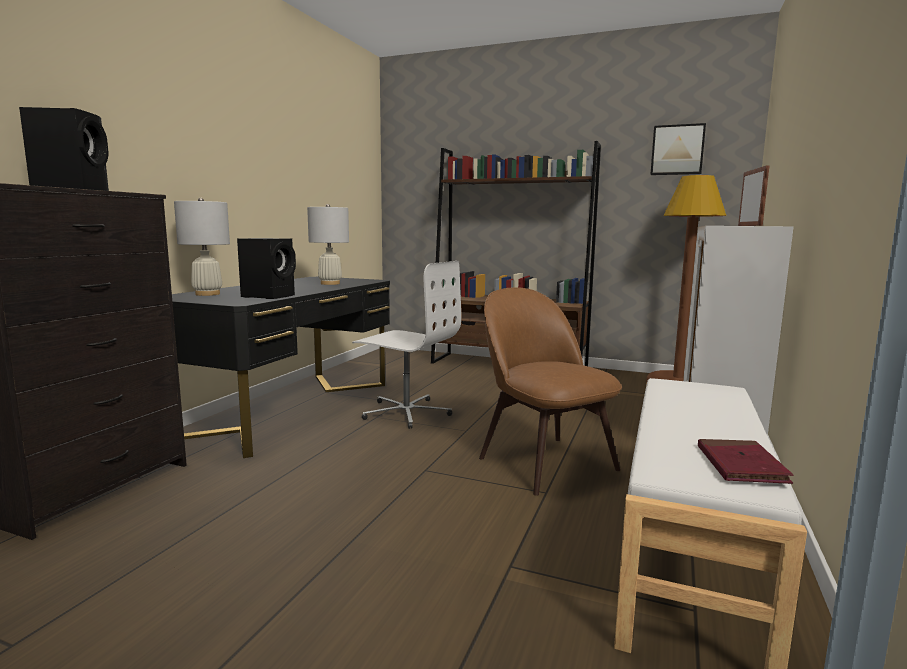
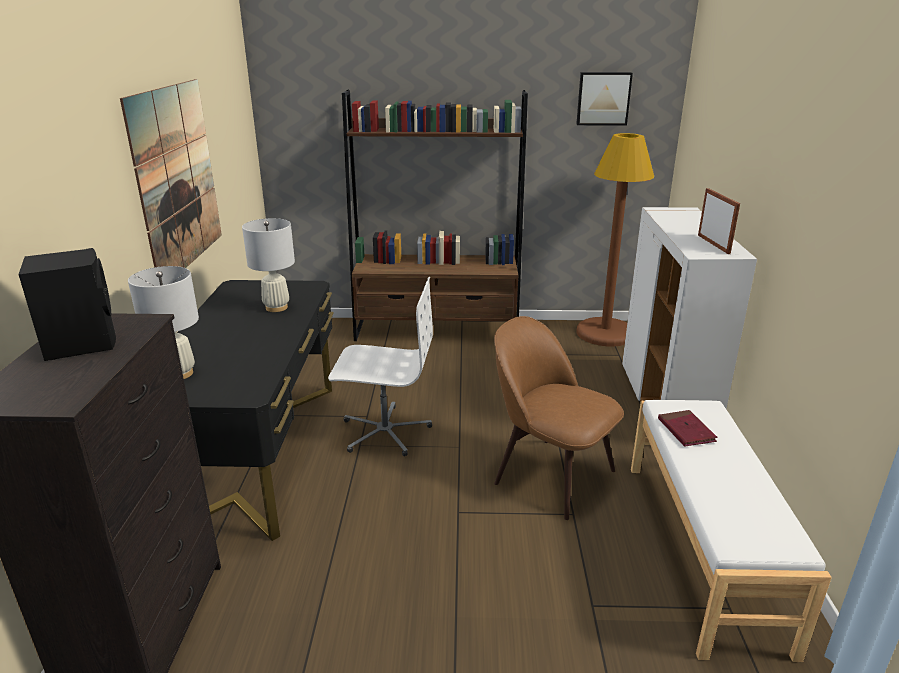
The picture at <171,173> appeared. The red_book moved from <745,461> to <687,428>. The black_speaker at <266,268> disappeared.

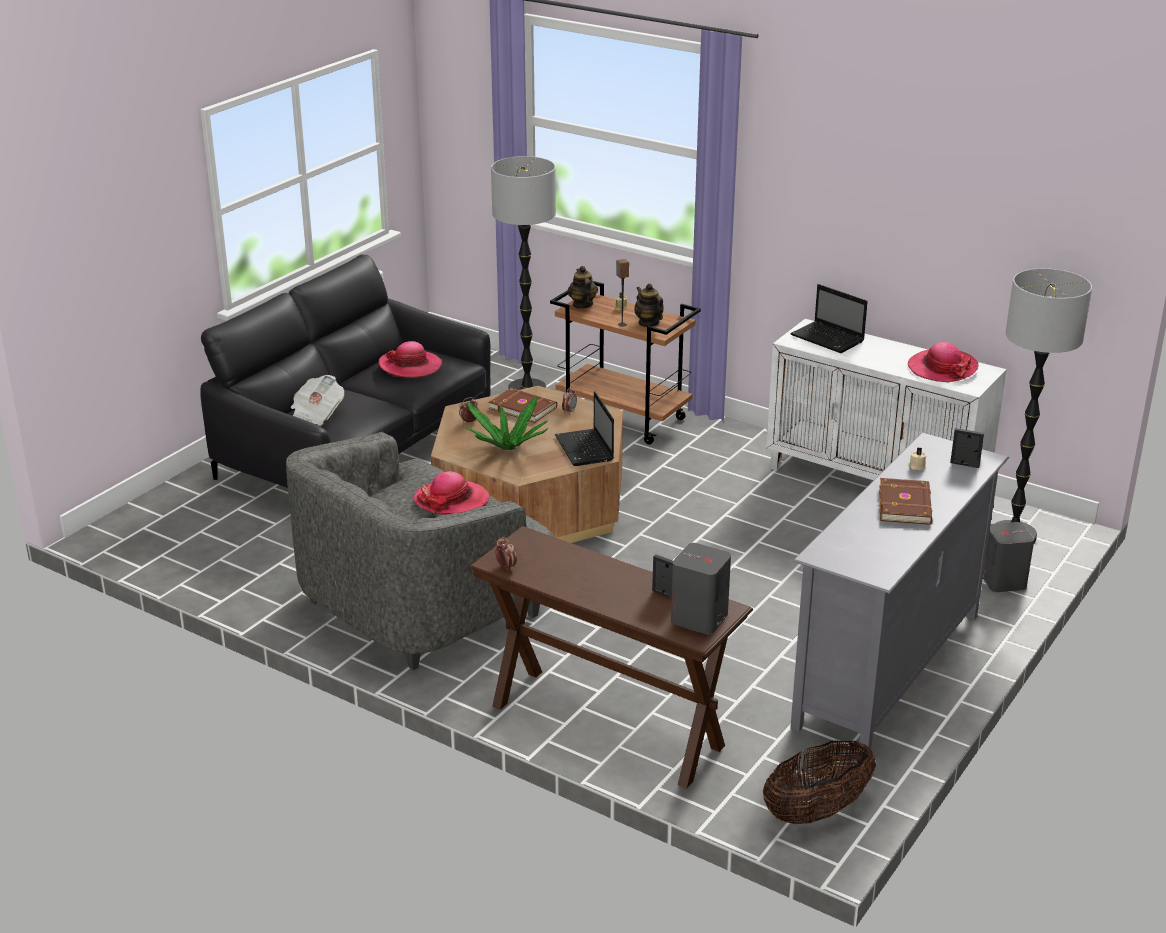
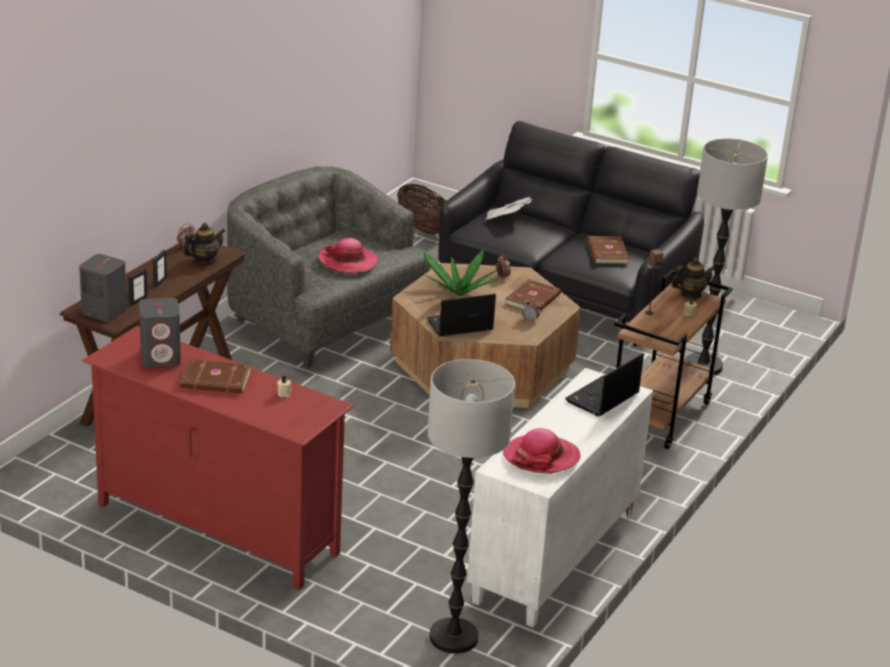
The grey_tv_stand at <899,592> became the red_tv_stand at <218,458>. The grey_speaker moved from <1008,557> to <160,332>. The picture_frame moved from <967,448> to <160,269>. The teapot moved from <649,305> to <204,244>. The basket moved from <819,782> to <421,209>. The hat at <410,359> was replaced by the brown_book at <608,250>.

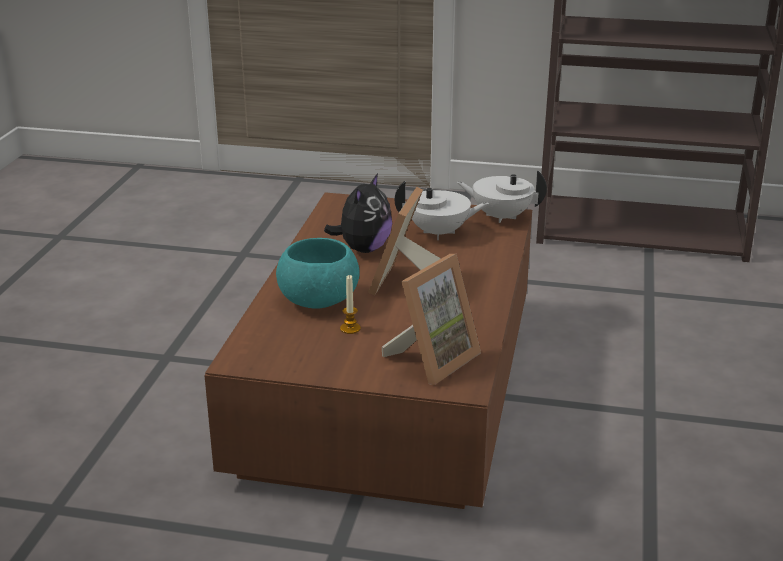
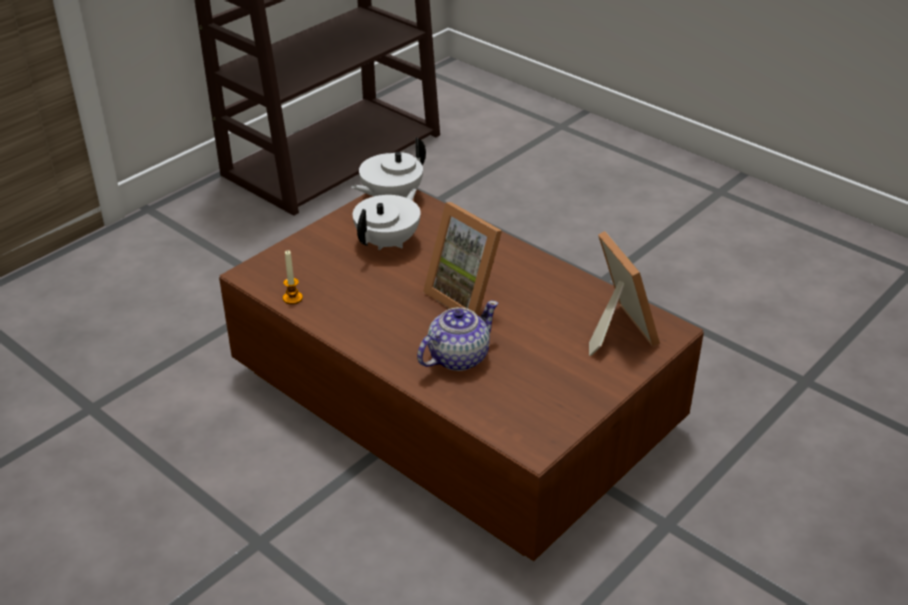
The candle moved from <350,304> to <293,277>. The turquoise_bowl at <317,273> was replaced by the teapot at <457,336>. The plush_toy at <358,213> disappeared.

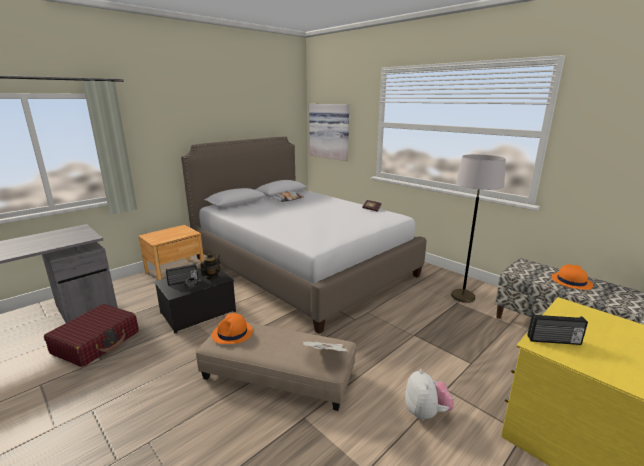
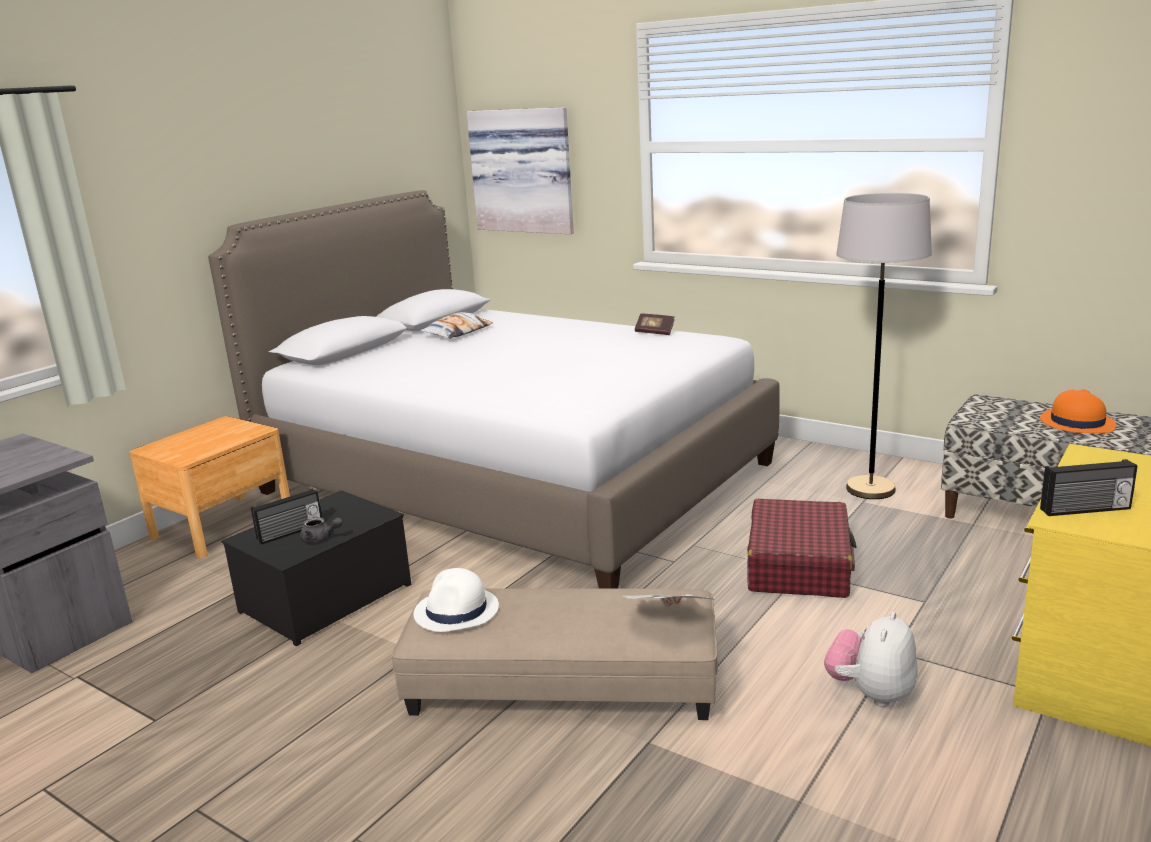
The orange_hat at <232,328> became the white_hat at <456,600>. The red_suitcase moved from <91,335> to <802,548>. The plush_toy at <429,394> turned 135 degrees counterclockwise. The teapot at <210,266> disappeared.

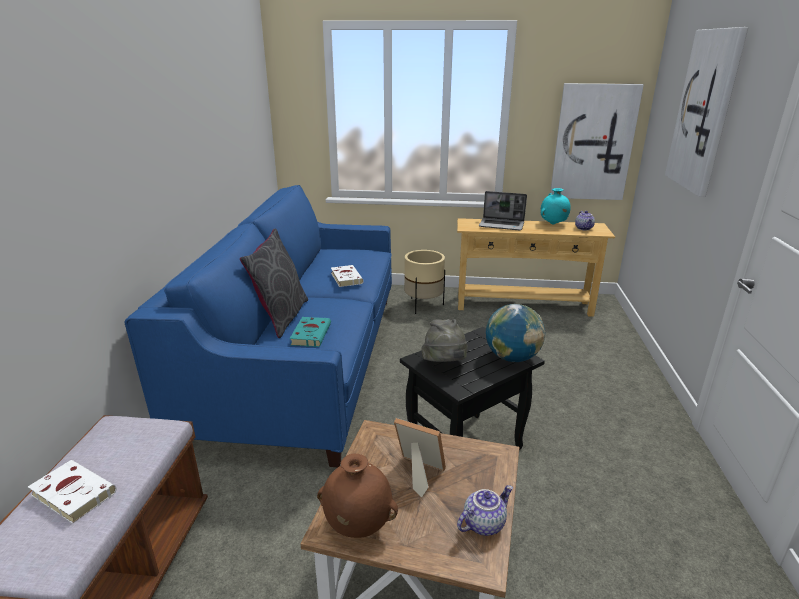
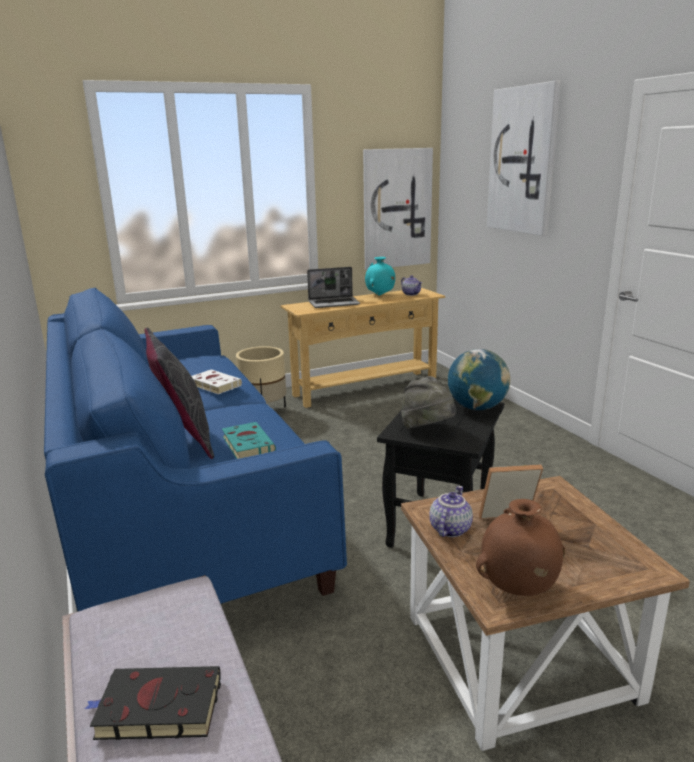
The white_book at <72,492> became the black_book at <153,703>. The teapot moved from <485,510> to <451,511>.

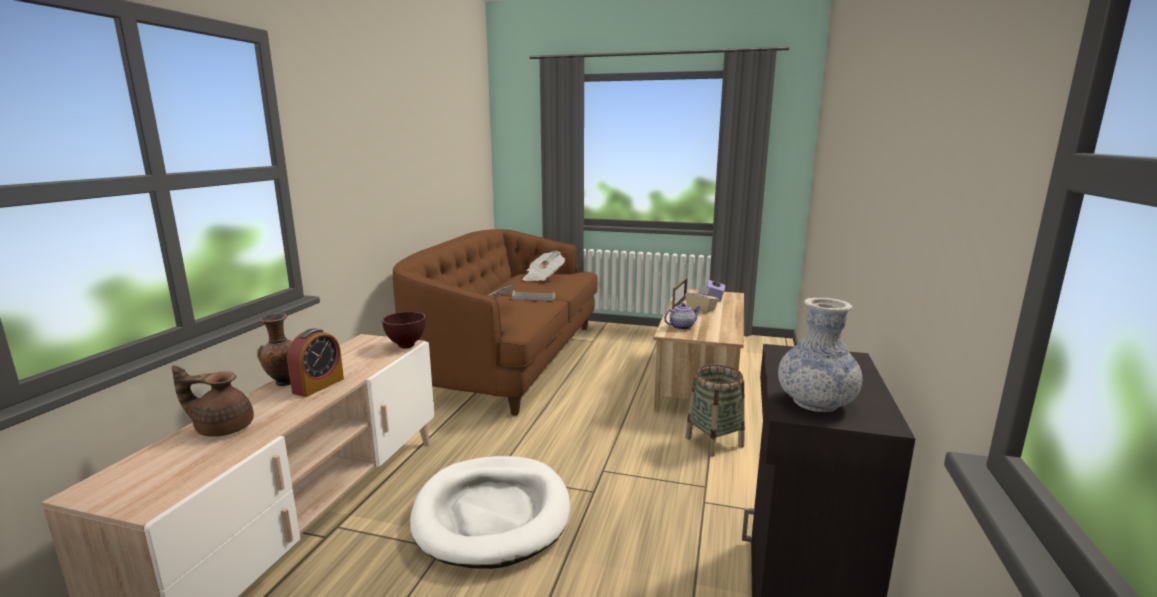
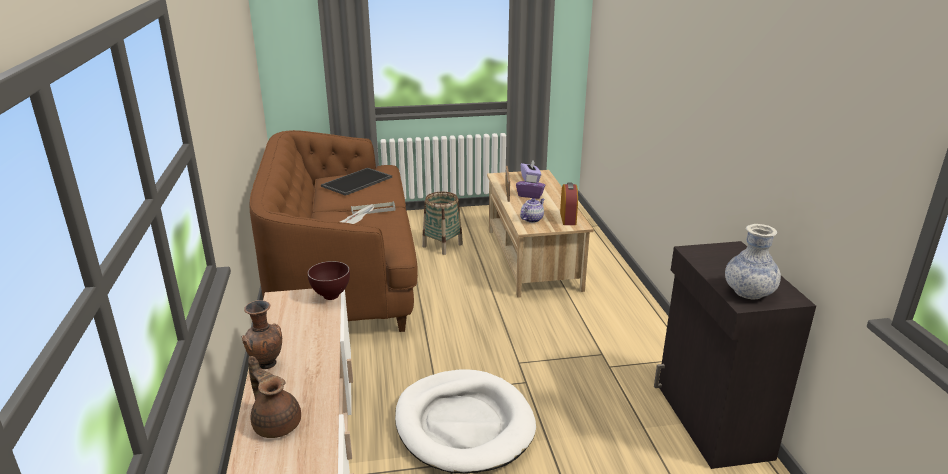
The brown_teapot at <212,401> turned 75 degrees clockwise. The newspaper at <544,266> was replaced by the tray at <356,182>. The basket moved from <715,411> to <442,223>. The beige_tissue_box at <702,299> became the purple_tissue_box at <530,186>. The alarm_clock moved from <315,362> to <569,204>.

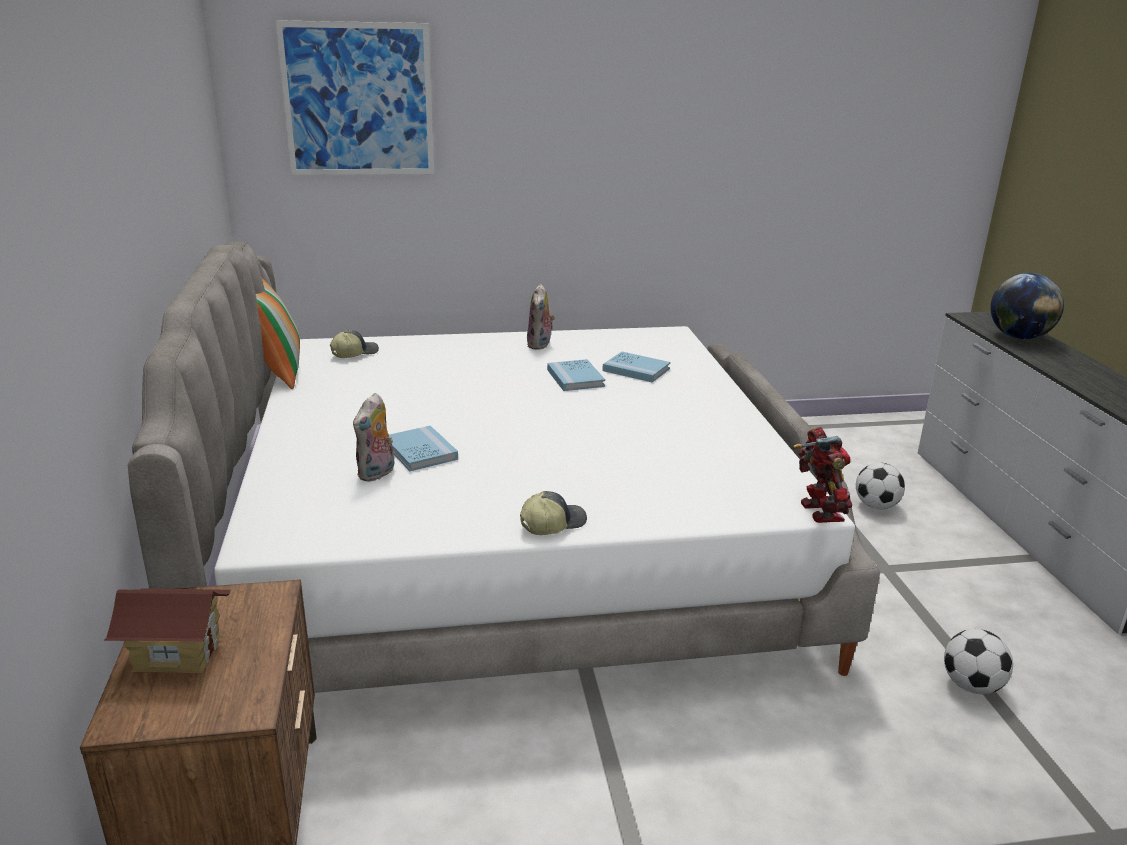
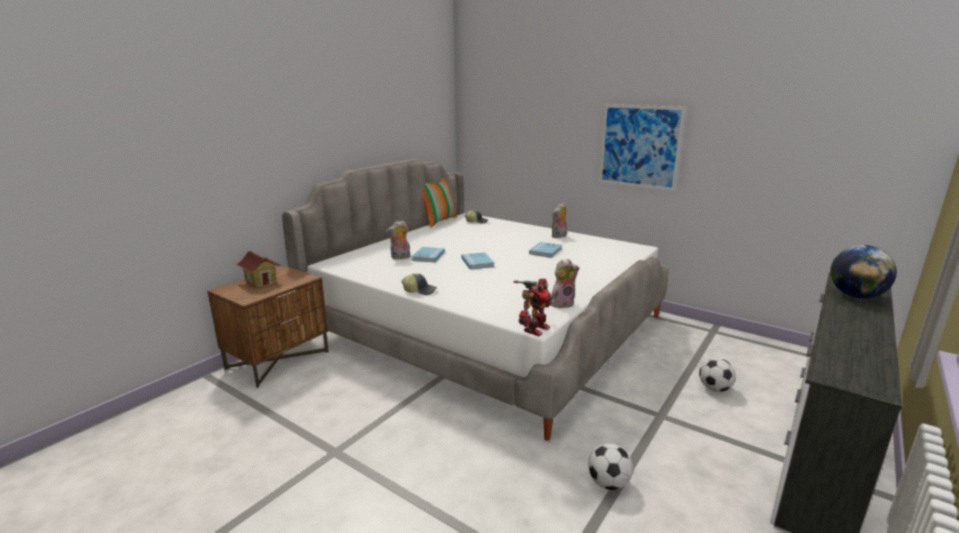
The blue_book moved from <636,366> to <478,260>. The plush_toy at <565,283> appeared. The picture moved from <354,97> to <642,147>.

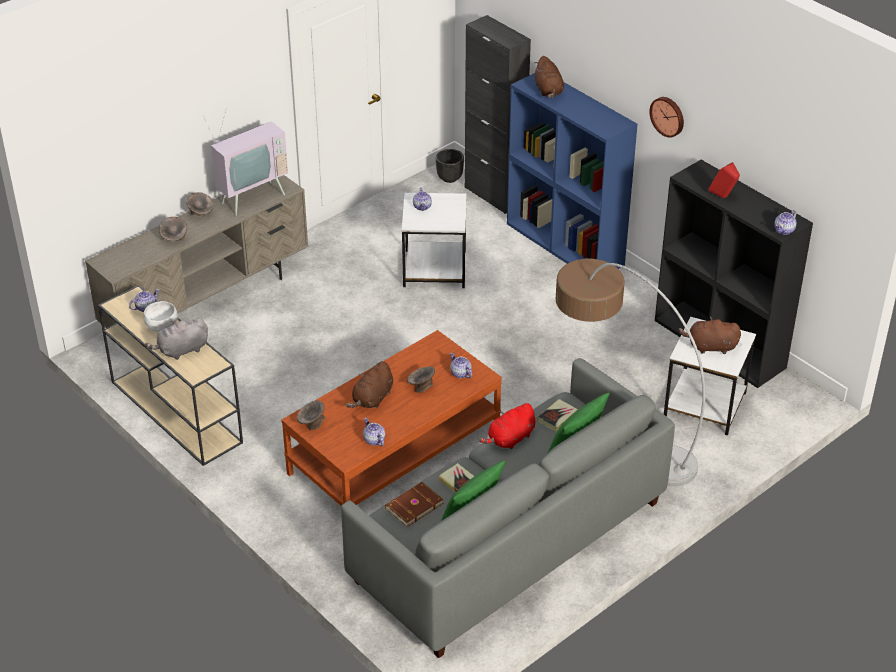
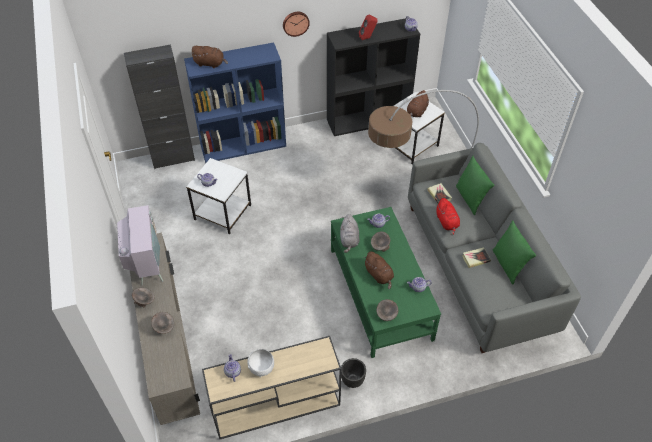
The brown_coffee_table at <391,418> became the green_coffee_table at <386,282>. The grey_plush_toy moved from <176,339> to <350,233>. The black_planter moved from <450,166> to <353,373>. The brown_book at <414,504> disappeared.

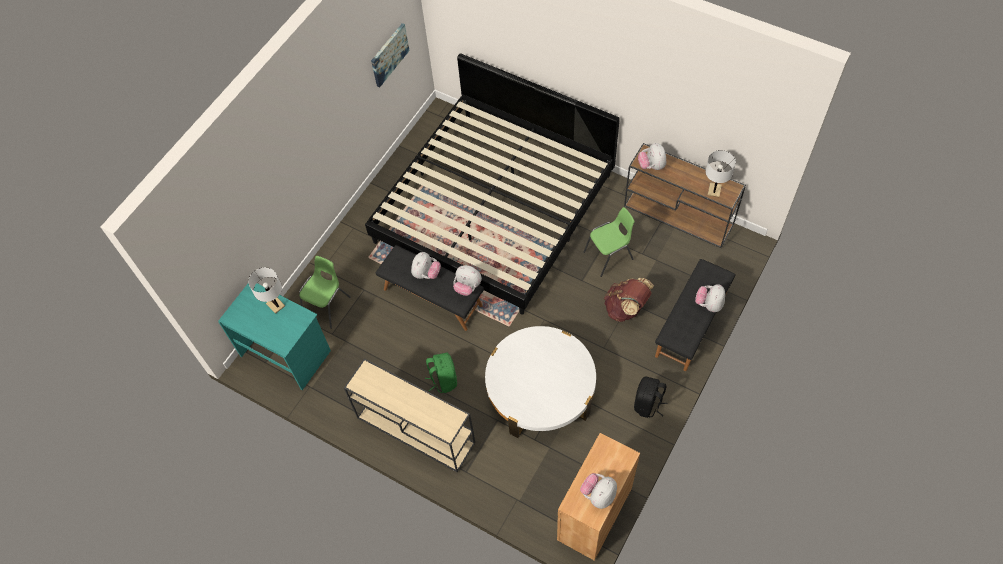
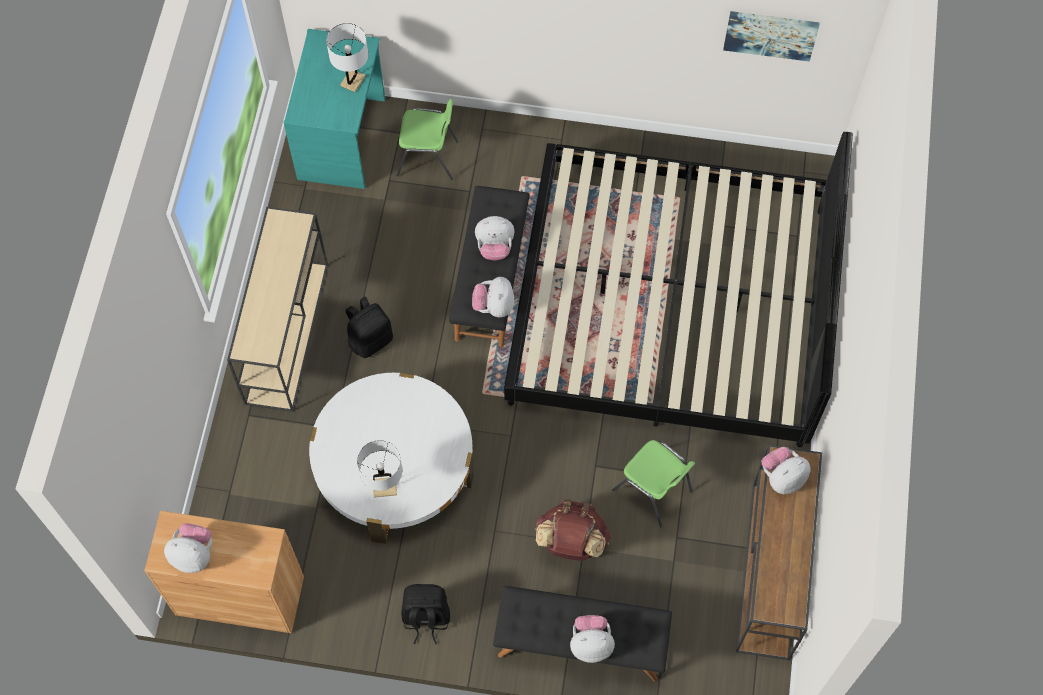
The green_backpack at <441,373> became the black_backpack at <369,327>. The white_table_lamp moved from <720,173> to <379,469>.

